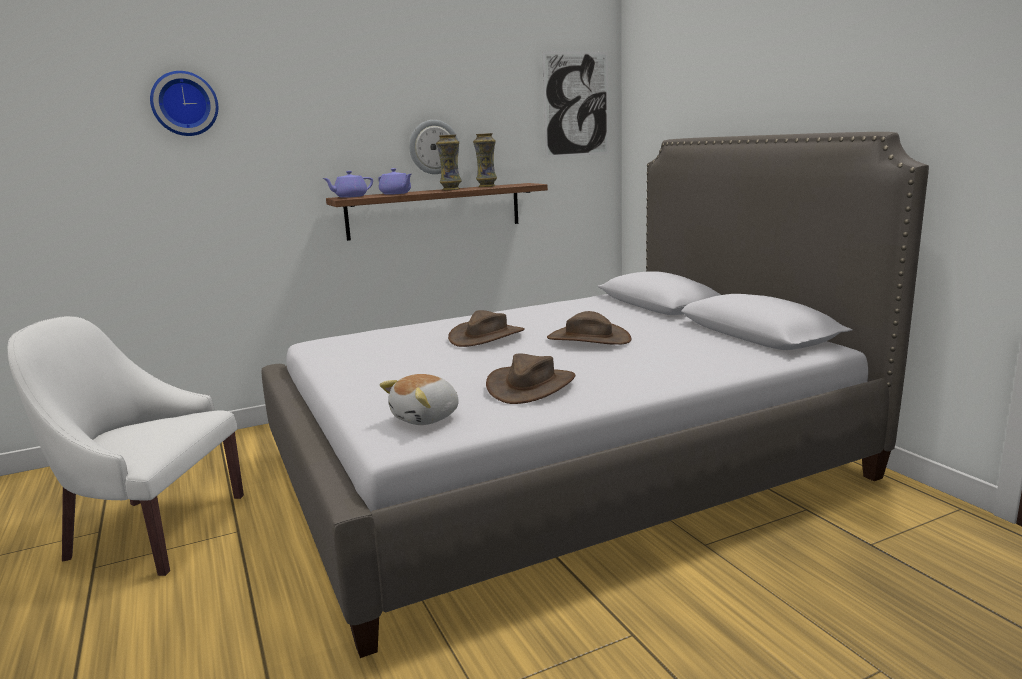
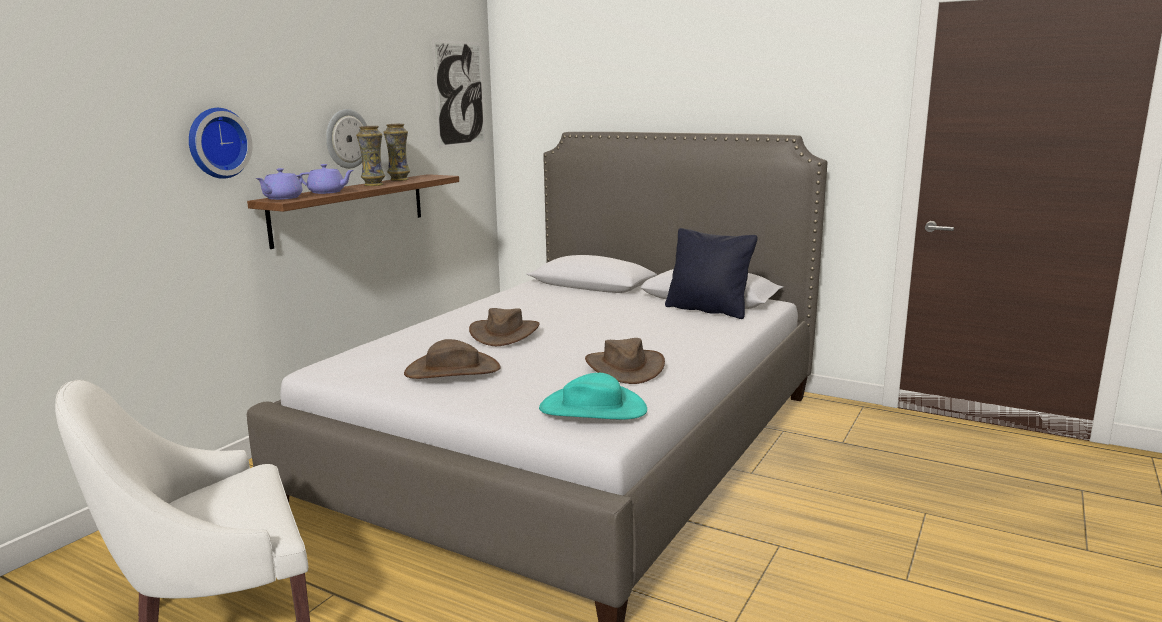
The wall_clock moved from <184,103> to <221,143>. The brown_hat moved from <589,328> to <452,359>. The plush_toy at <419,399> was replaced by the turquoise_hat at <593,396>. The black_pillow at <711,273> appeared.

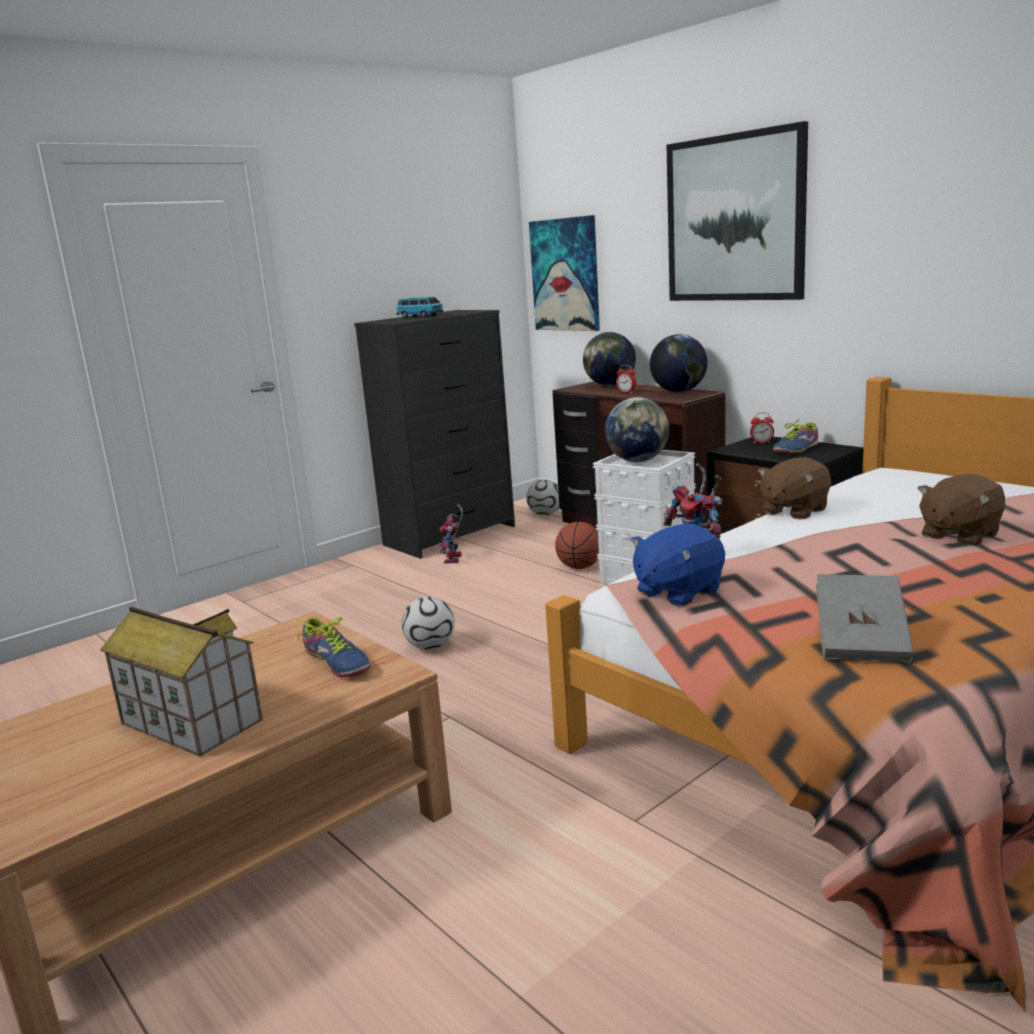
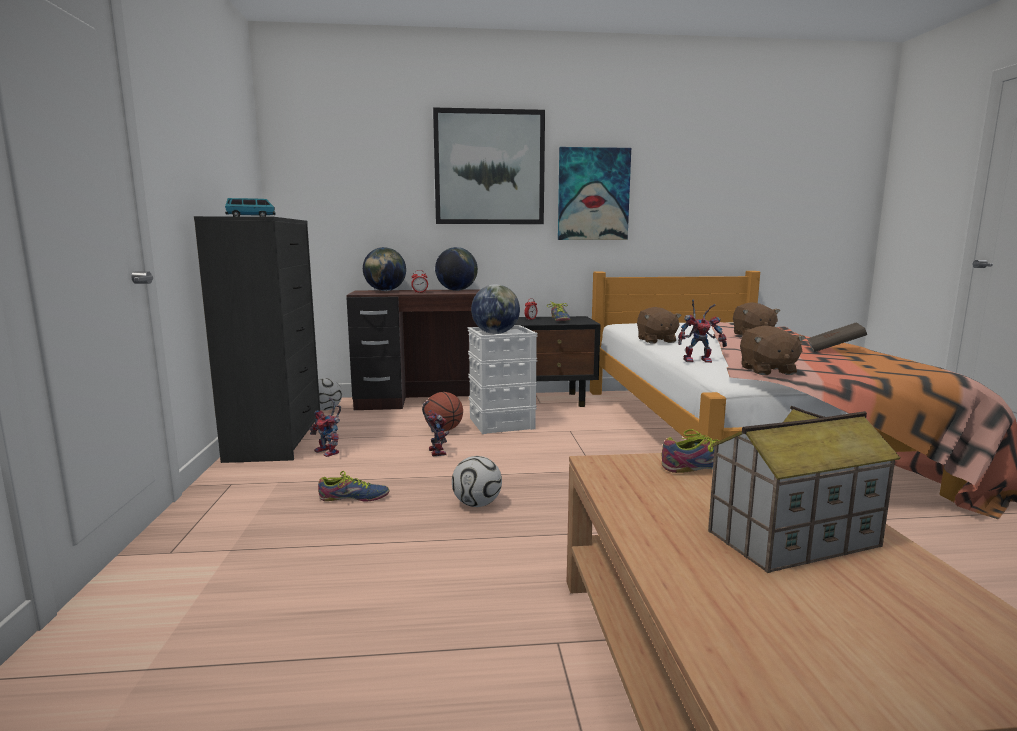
The shoe at <353,486> appeared. The toy_robot at <435,428> appeared. The picture moved from <564,273> to <594,193>. The blue_plush_toy at <678,565> became the brown_plush_toy at <772,350>. The brown_book at <837,337> appeared. The grey_book at <865,618> disappeared.

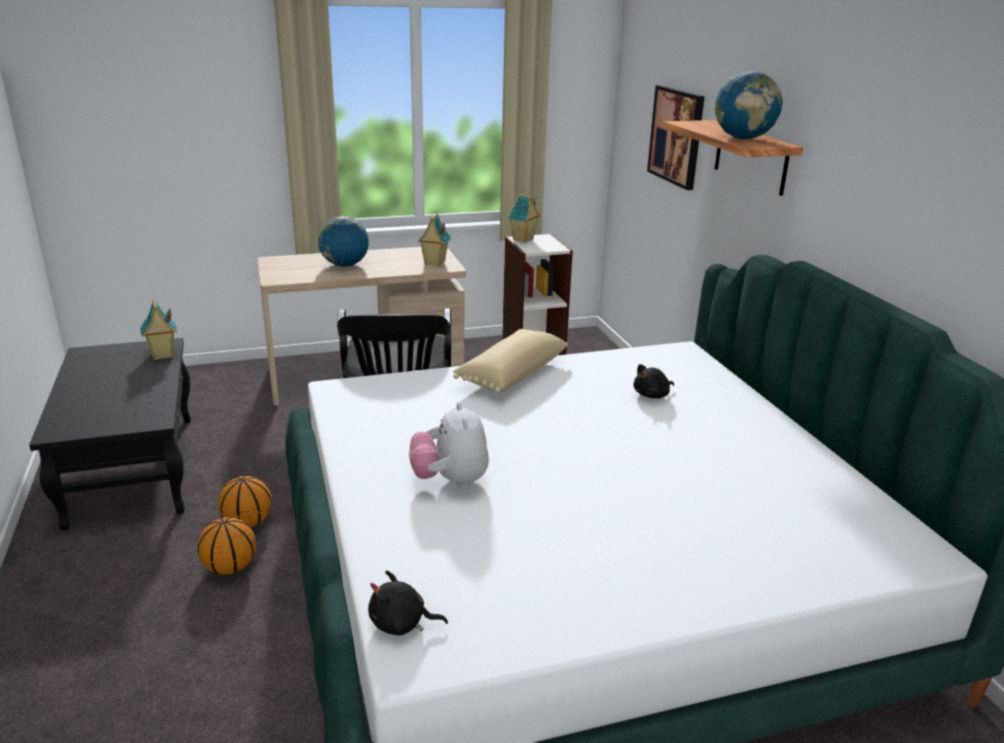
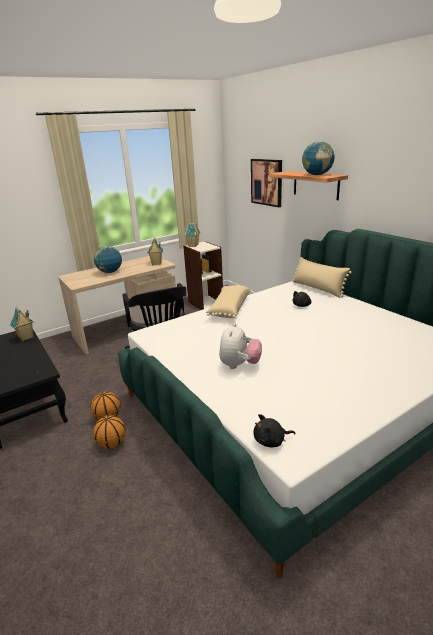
The plush_toy at <449,445> turned 135 degrees counterclockwise. The beige_pillow at <322,277> appeared.

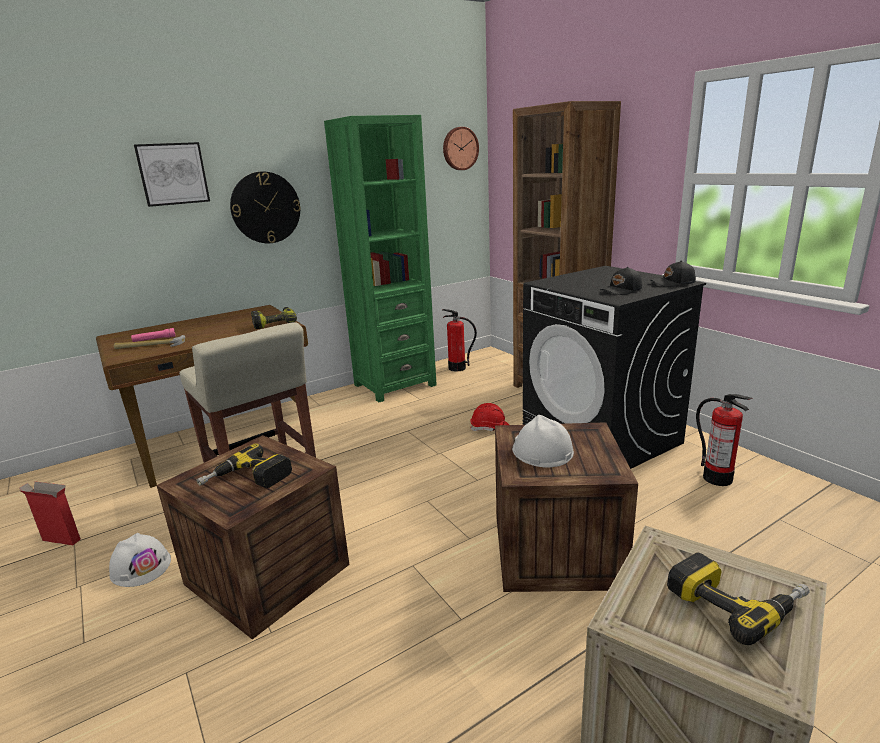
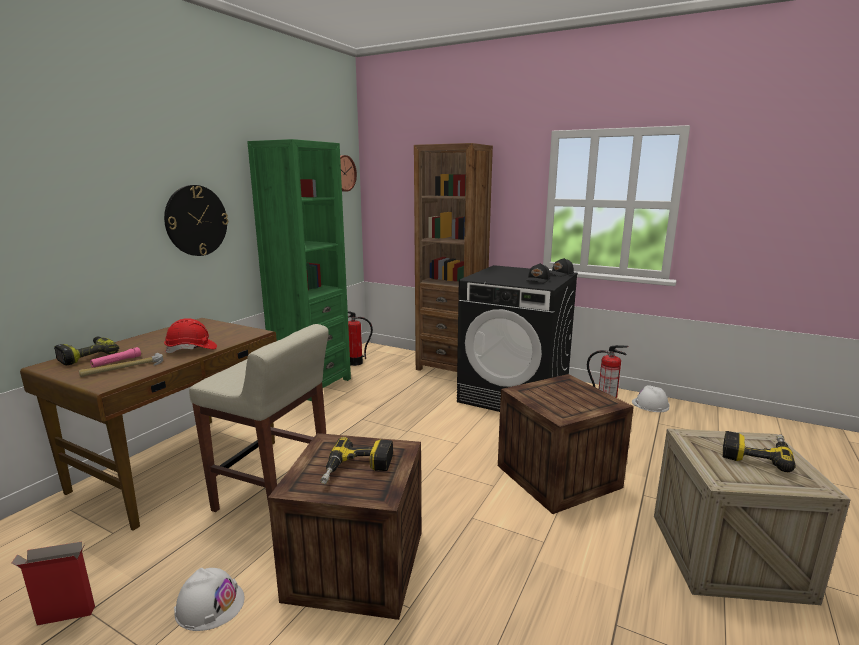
The power_drill moved from <274,318> to <86,351>. The red_hard_hat moved from <489,417> to <190,335>. The white_hard_hat moved from <543,441> to <651,398>. The picture at <172,174> disappeared.

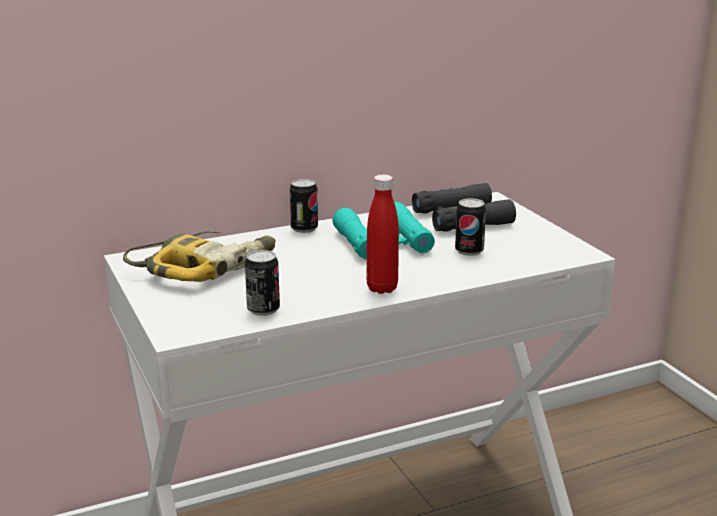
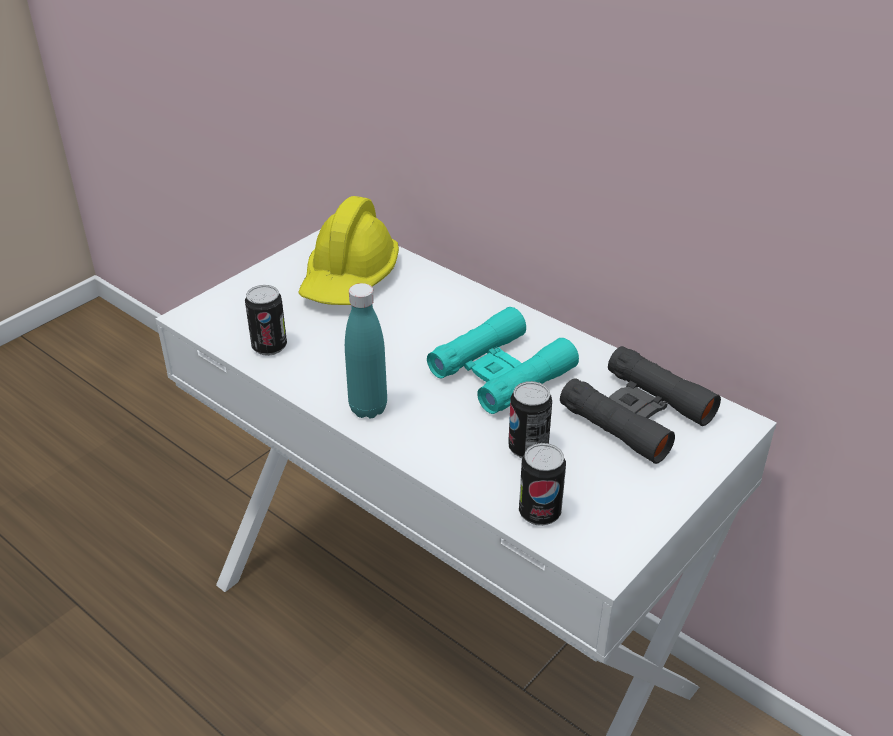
The power_drill at <199,256> was replaced by the yellow_hard_hat at <348,250>. The red_bottle at <383,234> became the turquoise_bottle at <366,351>. The can moved from <304,206> to <542,484>.

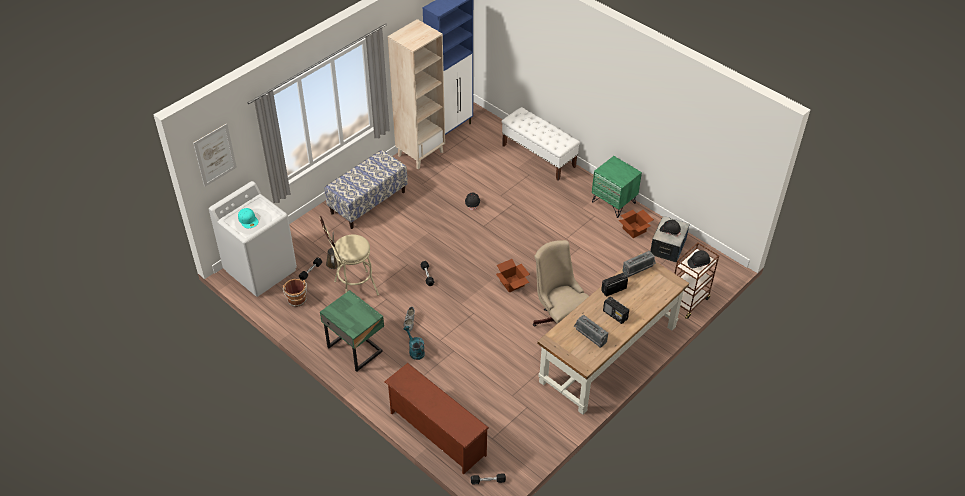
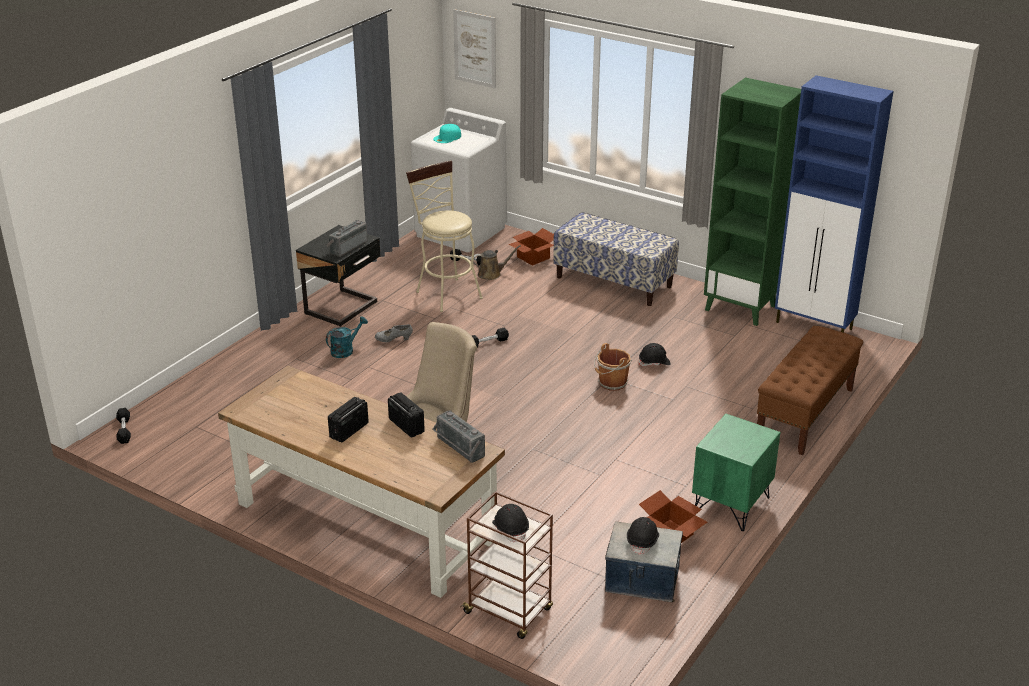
The green_nightstand at <352,331> became the black_nightstand at <338,276>. The radio moved from <591,331> to <347,238>. The cardboard_box moved from <513,276> to <531,247>. The brown_bucket moved from <295,293> to <613,367>. The beige_bookcase at <416,94> became the green_bookcase at <752,201>. The white_bench at <540,144> became the brown_bench at <810,390>. The brown_shoe_rack at <436,418> disappeared.

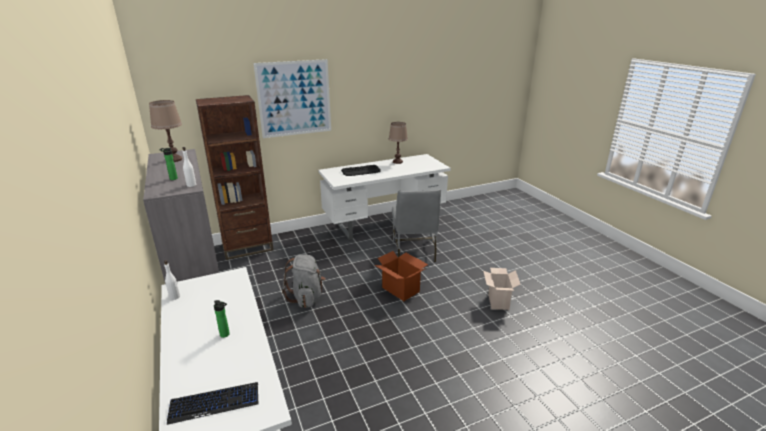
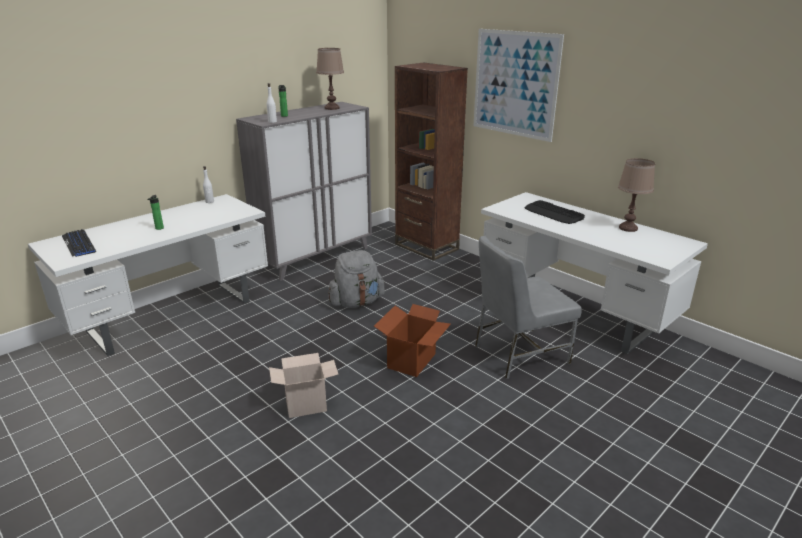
The cardboard_box moved from <502,289> to <303,385>.

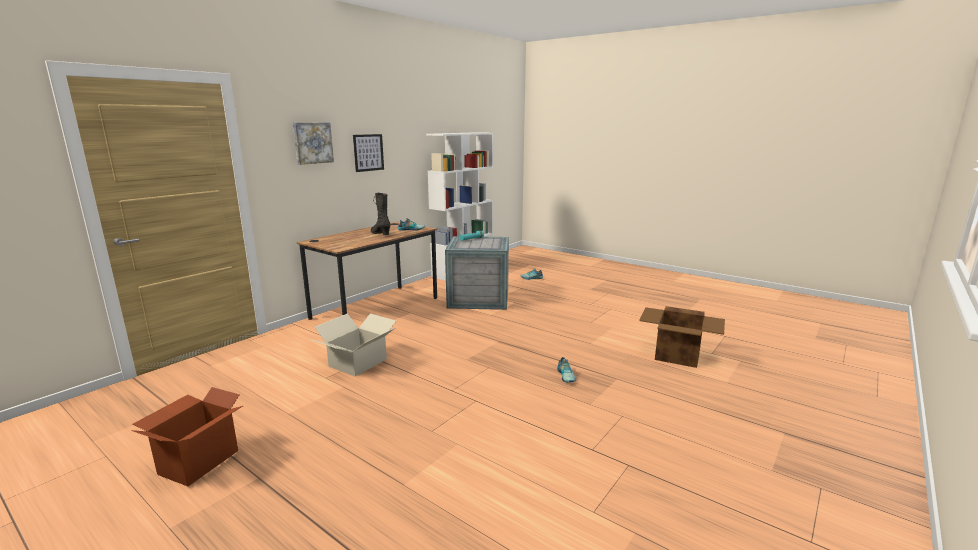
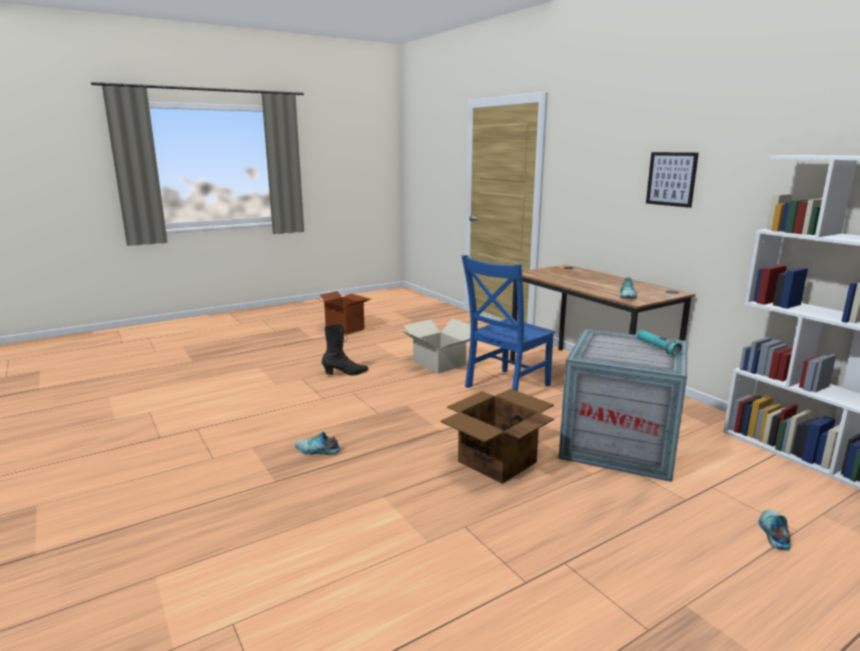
The black_boot moved from <381,214> to <345,350>. The cardboard_box moved from <682,337> to <497,436>. The blue_chair at <508,323> appeared. The picture at <313,144> disappeared.

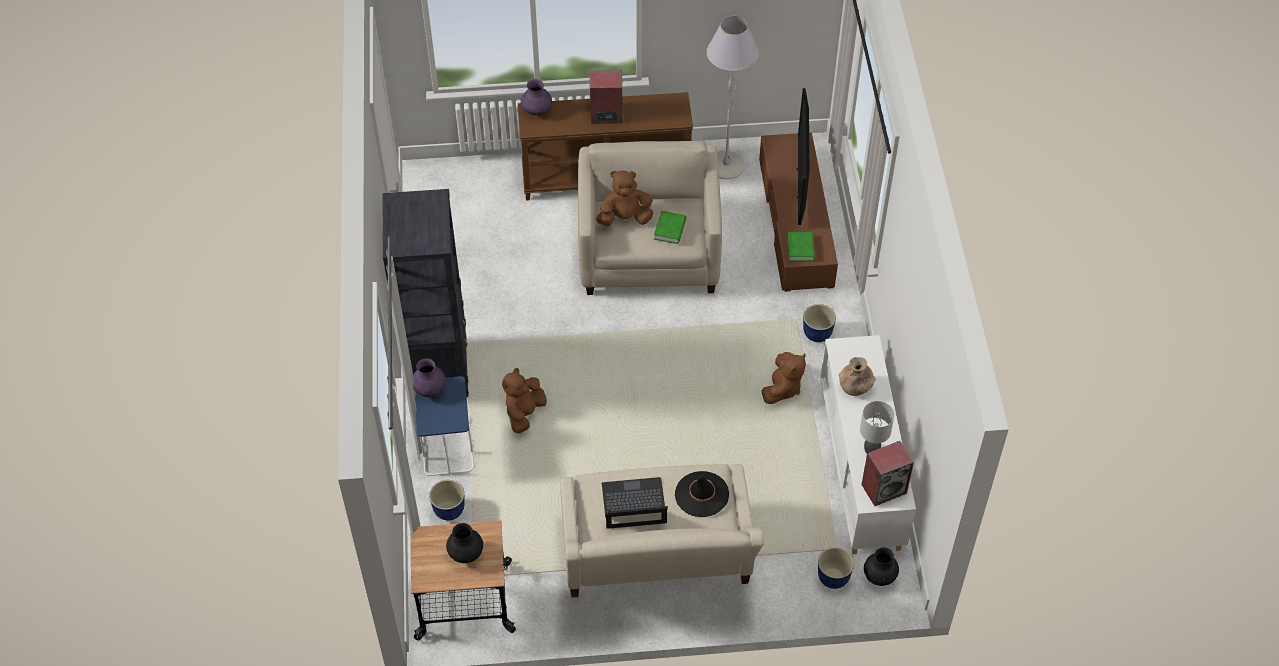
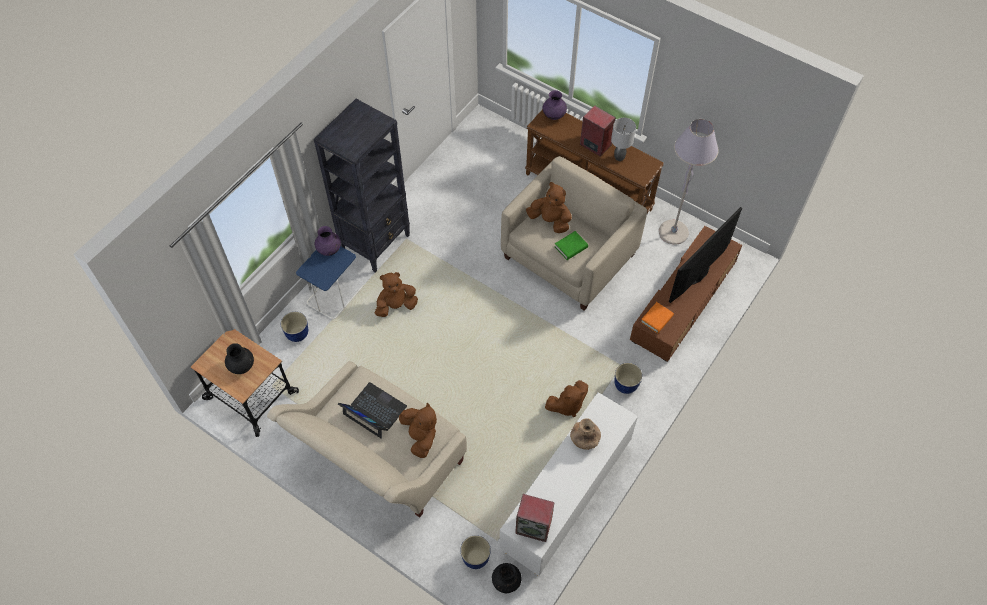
The black_hat at <702,494> was replaced by the brown_plush_toy at <418,430>. The grey_table_lamp moved from <877,427> to <623,139>. The green_book at <801,246> became the orange_book at <657,318>.

